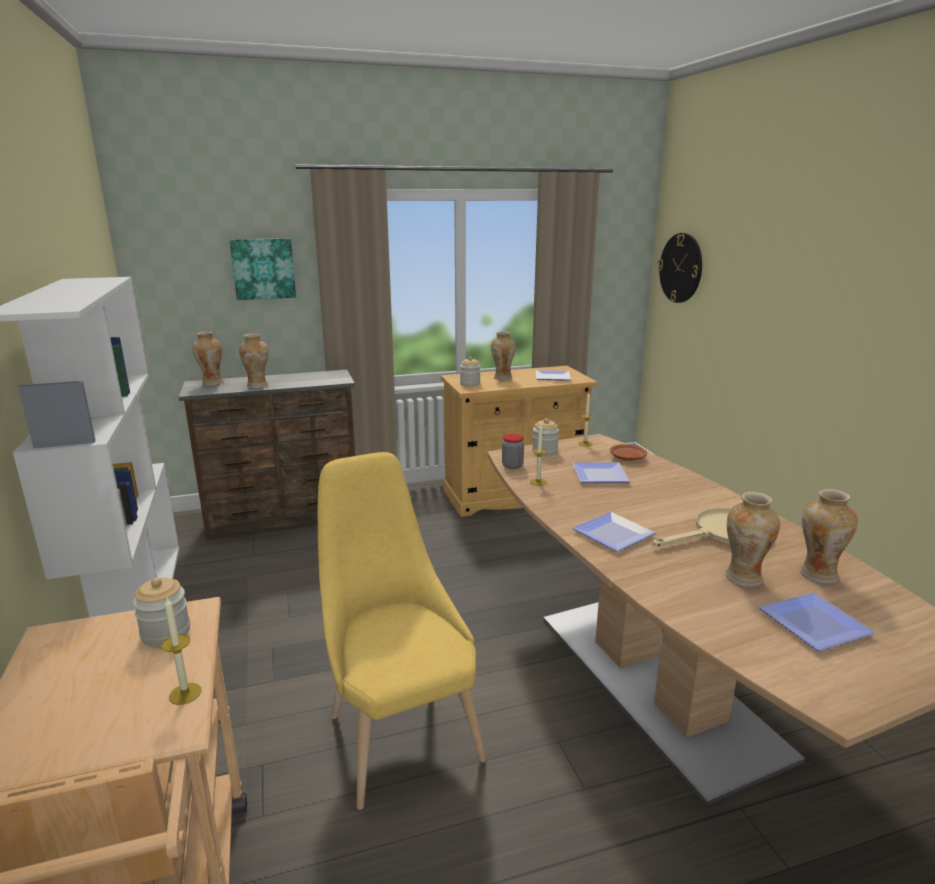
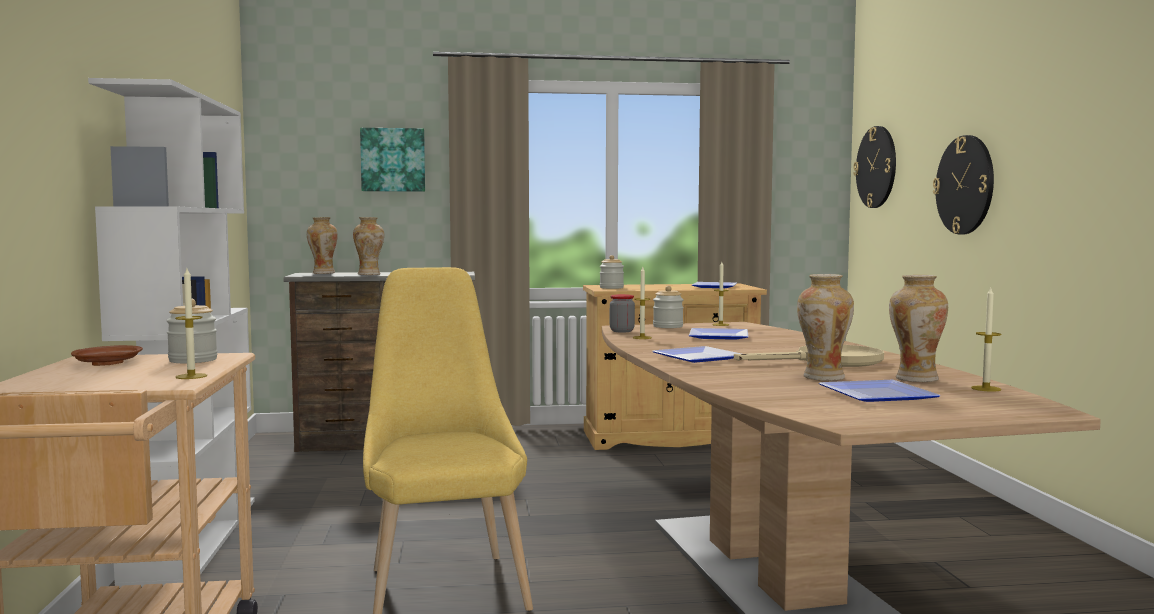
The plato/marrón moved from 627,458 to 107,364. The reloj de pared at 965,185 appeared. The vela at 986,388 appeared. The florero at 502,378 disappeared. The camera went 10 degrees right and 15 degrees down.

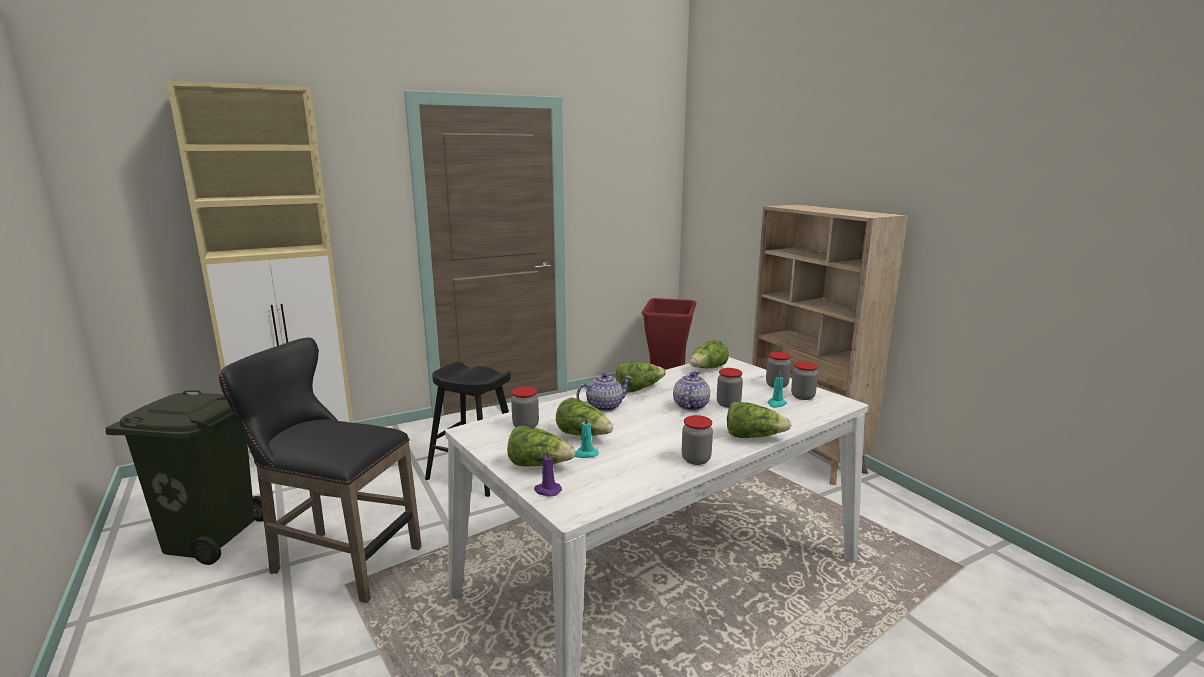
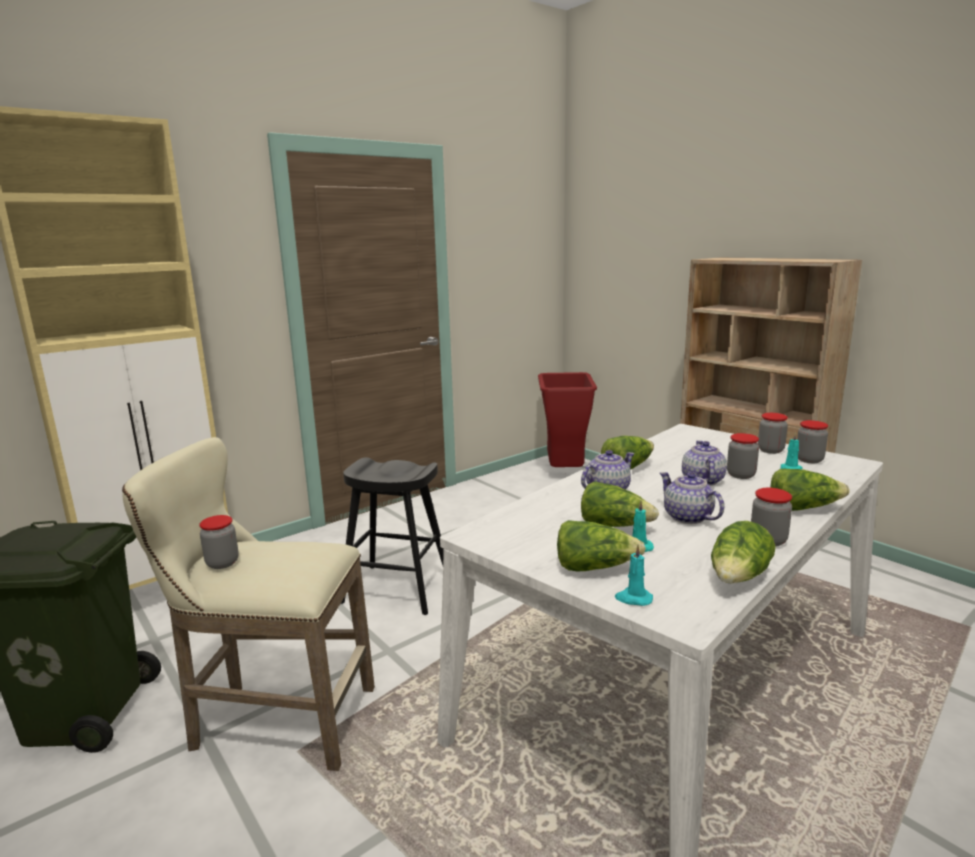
The taburete/negro at 338,560 became the taburete/beis at 274,720. The tarro moved from 525,426 to 222,563. The vela/morado at 547,490 became the vela/turquesa at 633,598. The tetera at 688,517 appeared. The lechuga moved from 708,369 to 739,578. The camera went 10 degrees left and 0 degrees up.

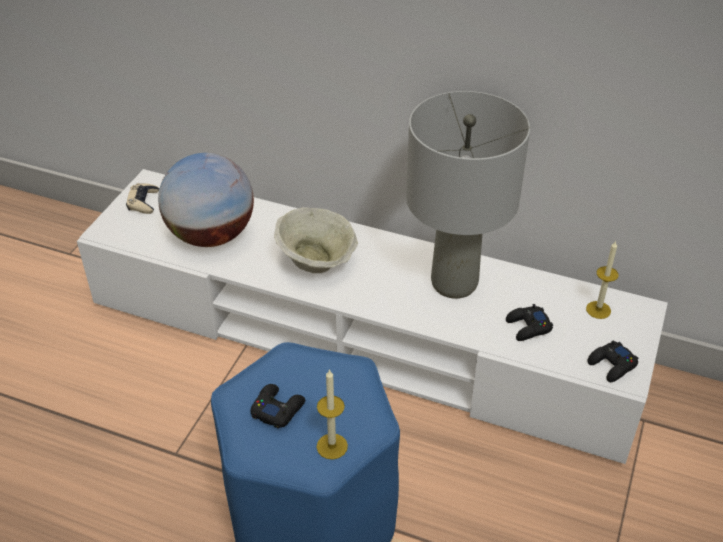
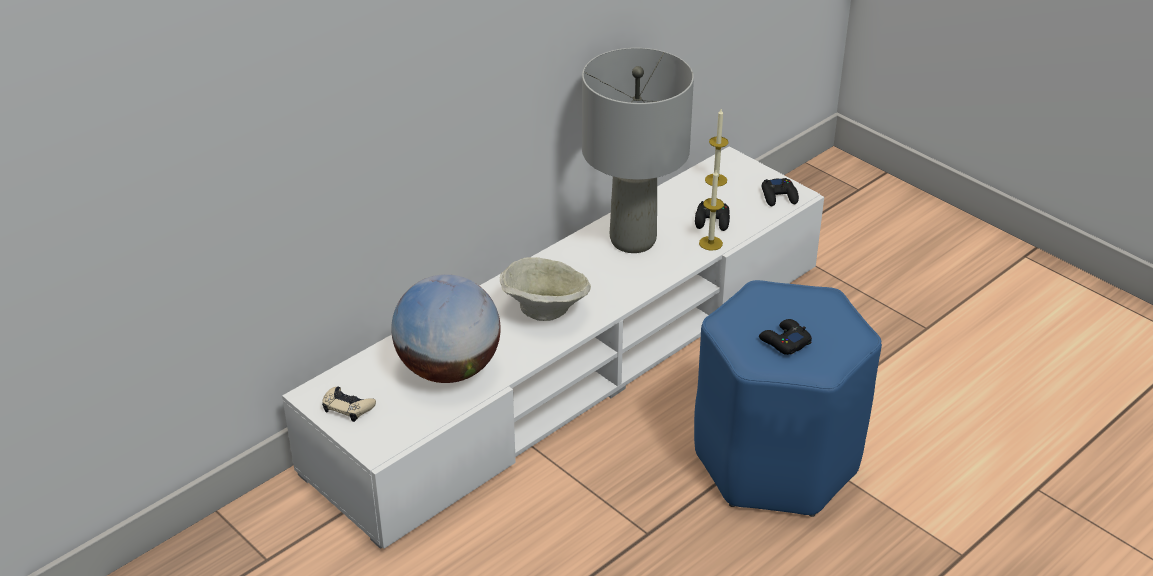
The vela moved from 332,446 to 710,243. The camera went 65 degrees left and 5 degrees down.

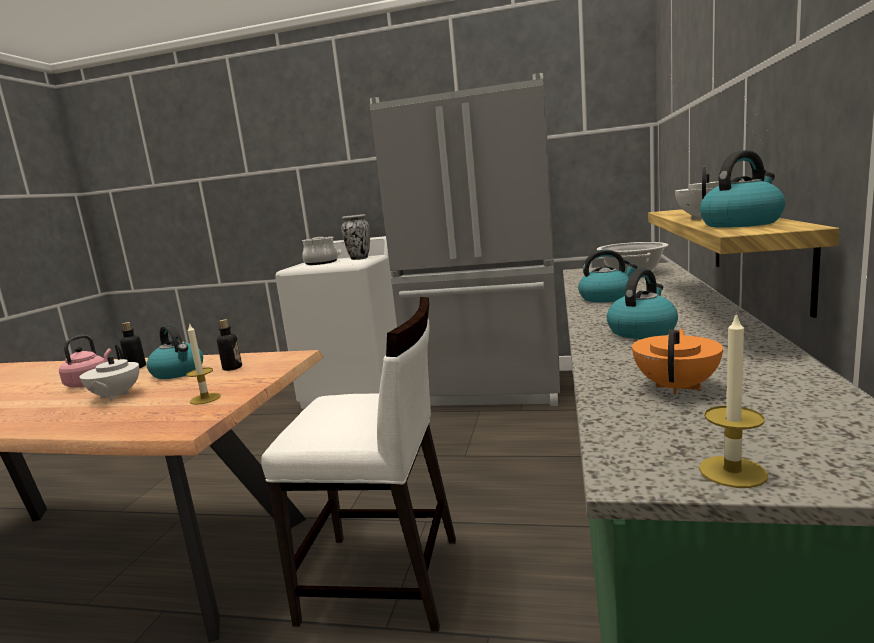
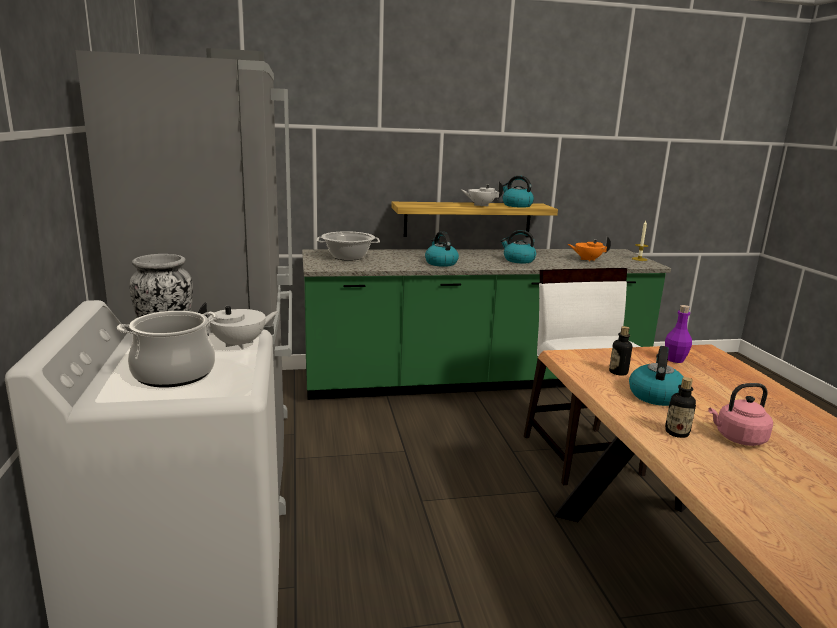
The tetera/blanco moved from 115,396 to 239,344. The vela at 205,398 was replaced by the botella/morado at 675,360. The camera went 115 degrees left and 5 degrees up.

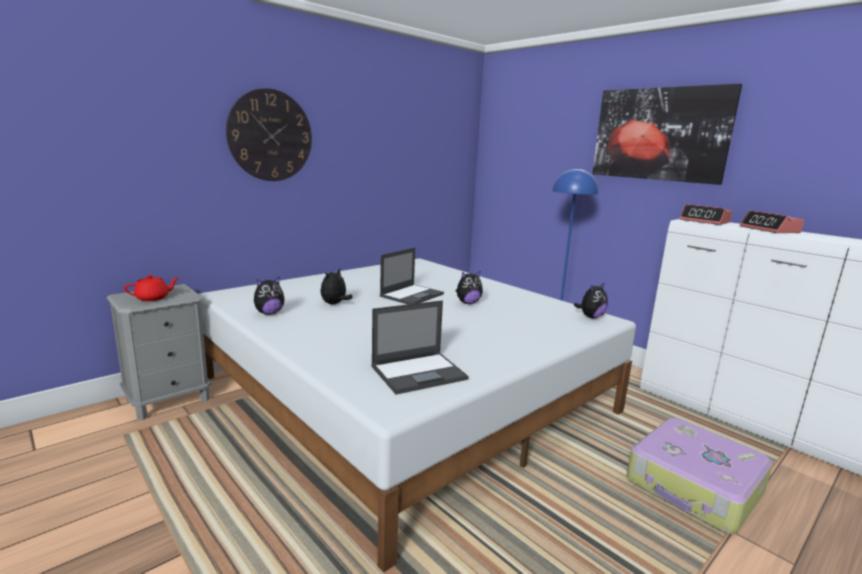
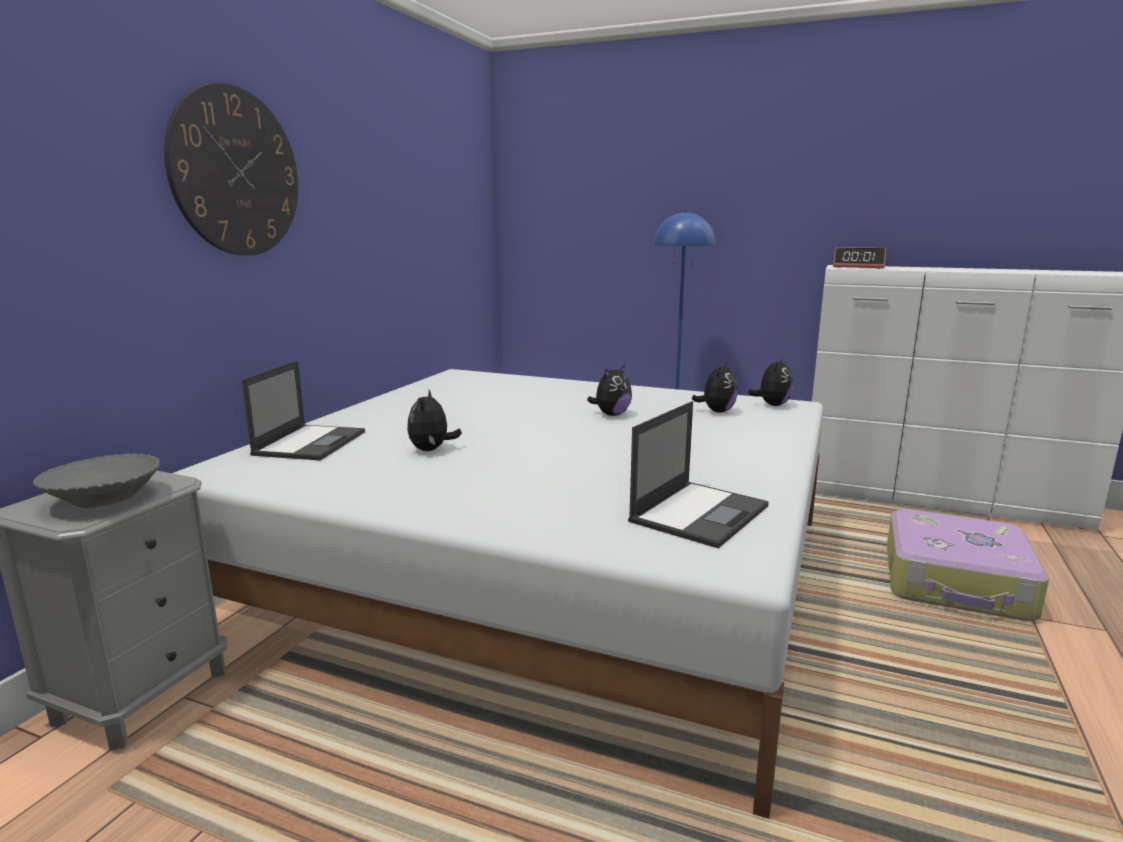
The tetera/rojo at 153,298 was replaced by the cuenco/gris at 104,500. The portátil moved from 412,295 to 310,443. The peluche moved from 269,313 to 716,411. The cuadro at 659,134 disappeared. The despertador at 770,230 disappeared. The camera went 25 degrees left and 0 degrees up.

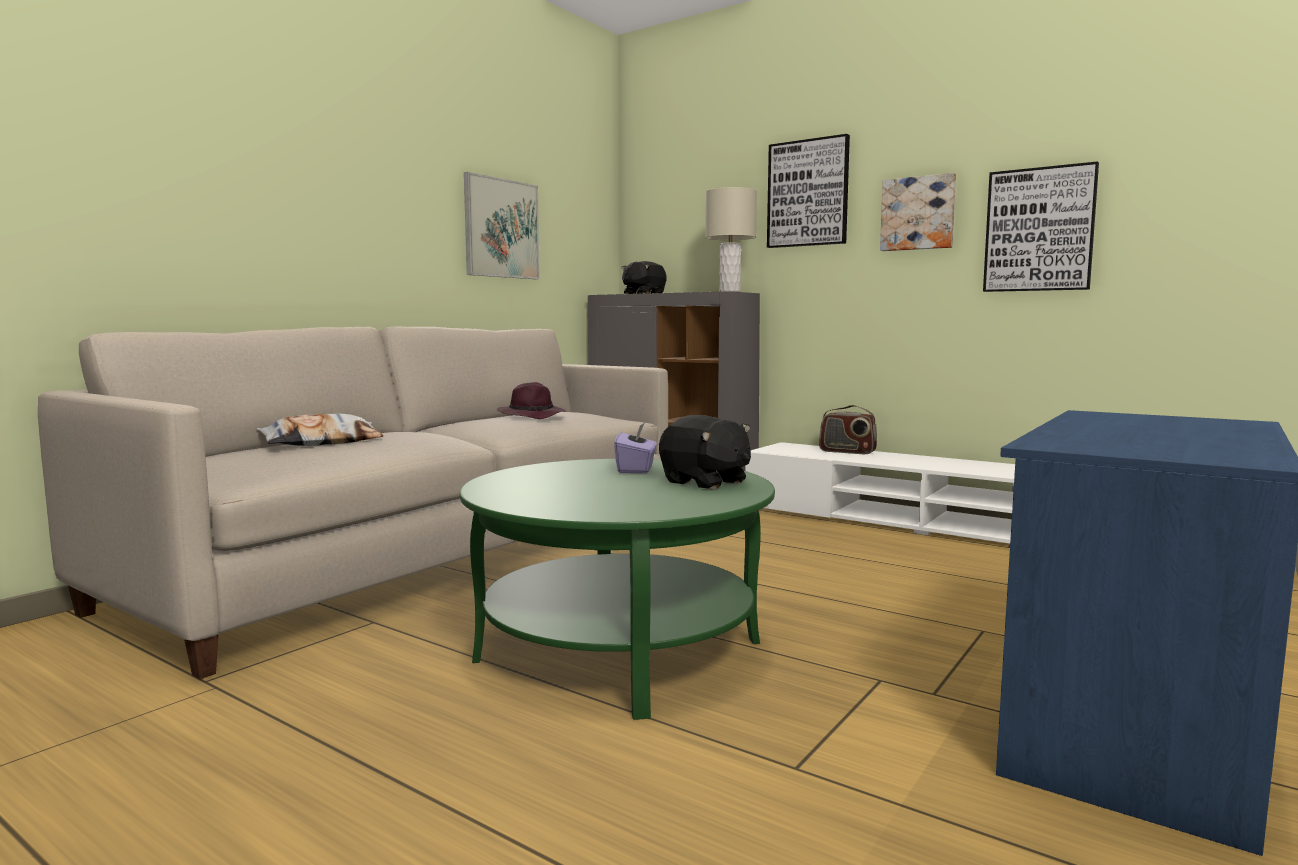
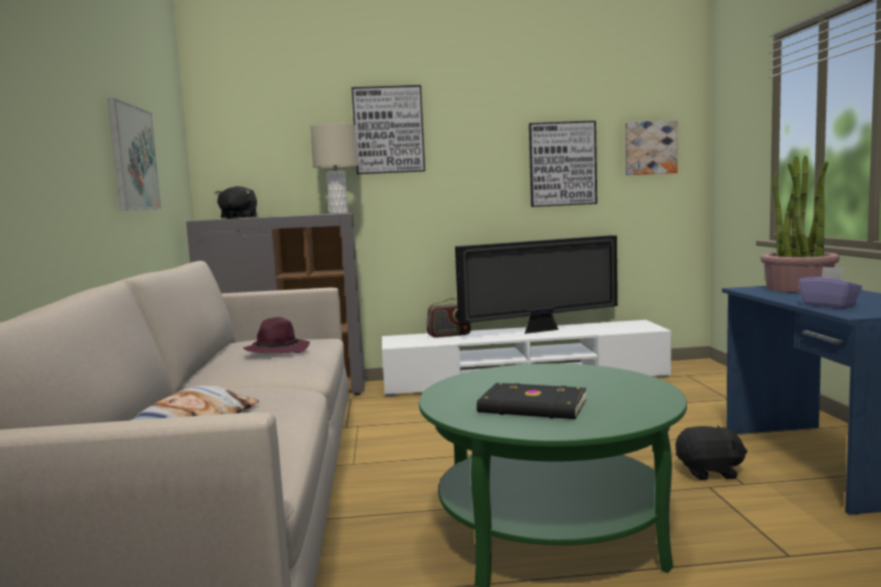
The televisor at 541,330 appeared. The libro/negro at 533,407 appeared. The cuadro moved from 918,213 to 650,148. The peluche/negro moved from 705,482 to 709,472. The planta en maceta at 798,288 appeared. The caja de pañuelos/morado moved from 636,469 to 829,305. The camera went 40 degrees left and 0 degrees up.

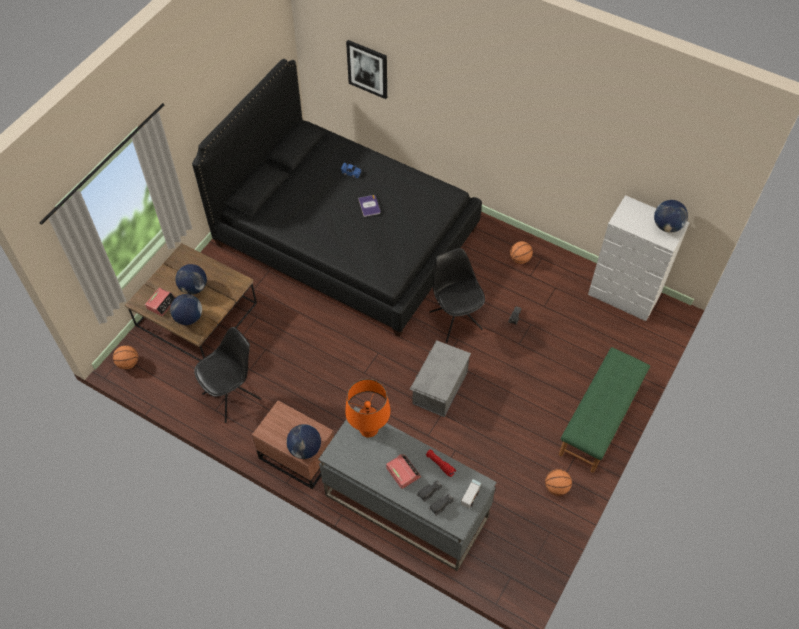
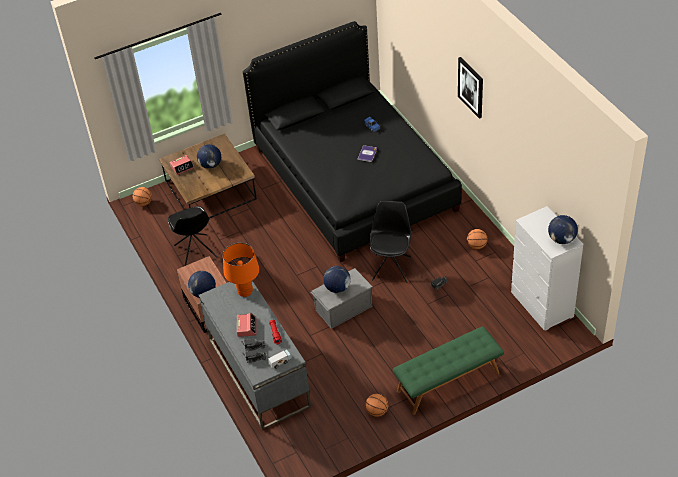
The silla/negro at 232,396 turned 75 degrees clockwise. The globo terráqueo moved from 189,318 to 337,288. The cuadro moved from 368,69 to 471,87. The camera went 35 degrees right and 10 degrees down.

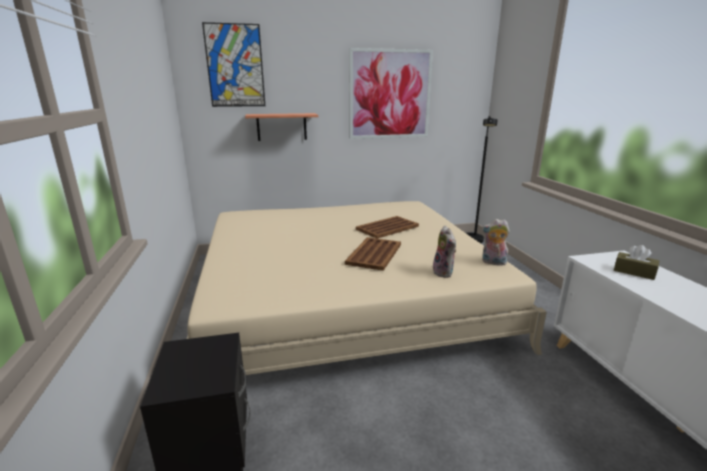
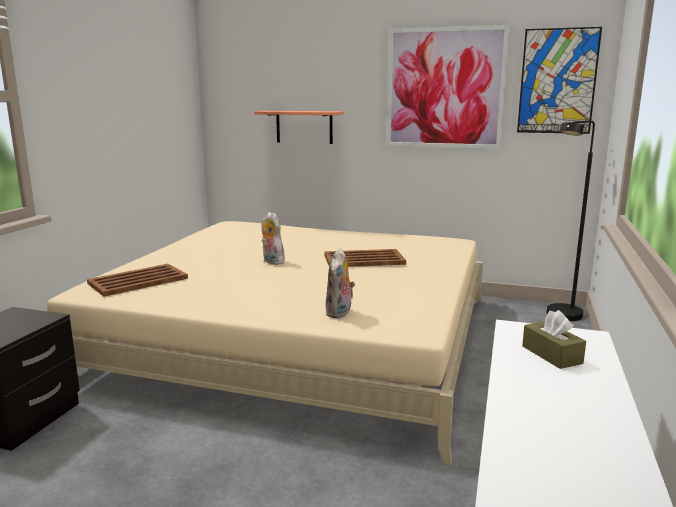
The bandeja/marrón moved from 374,254 to 137,281. The peluche moved from 493,262 to 271,261. The cuadro moved from 235,66 to 557,81. The camera went 30 degrees right and 5 degrees down.

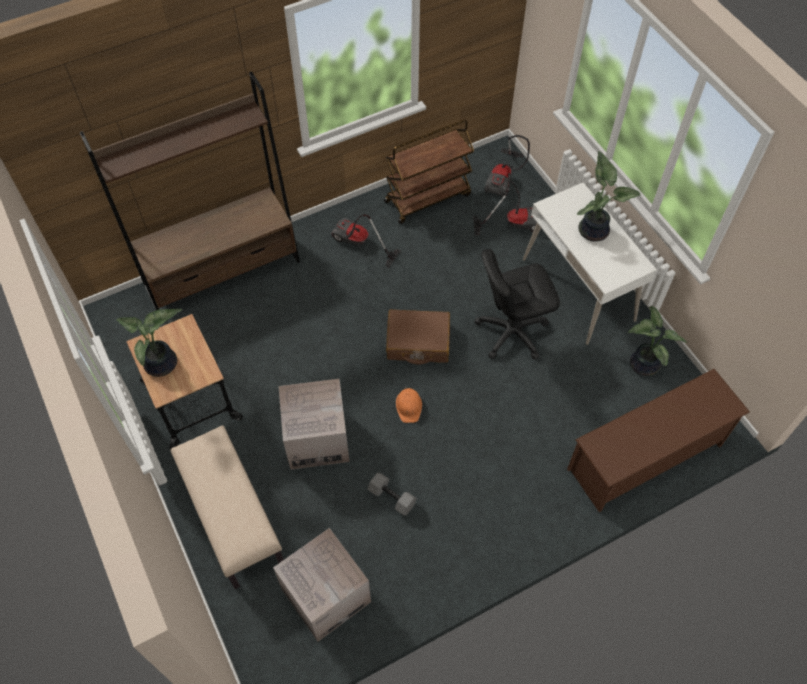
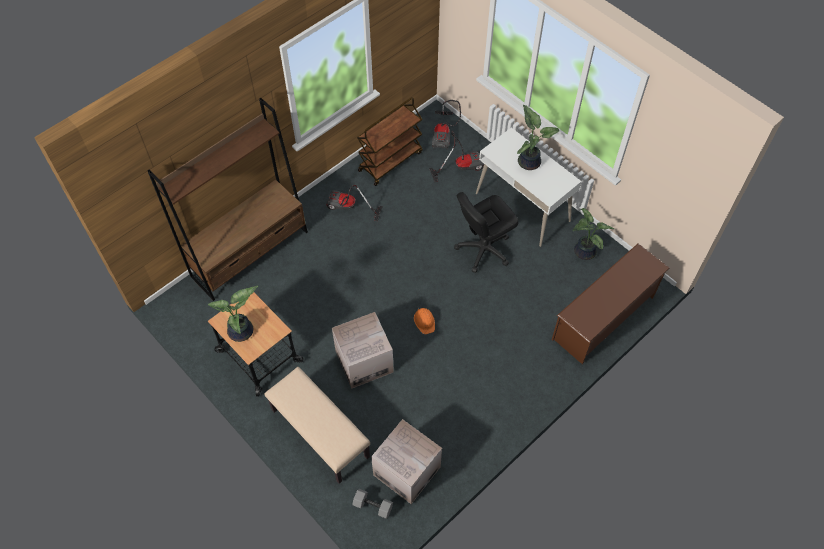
The mancuerna/gris moved from 391,498 to 372,506. The maleta/marrón at 418,342 disappeared. The camera went 15 degrees left and 0 degrees up.

